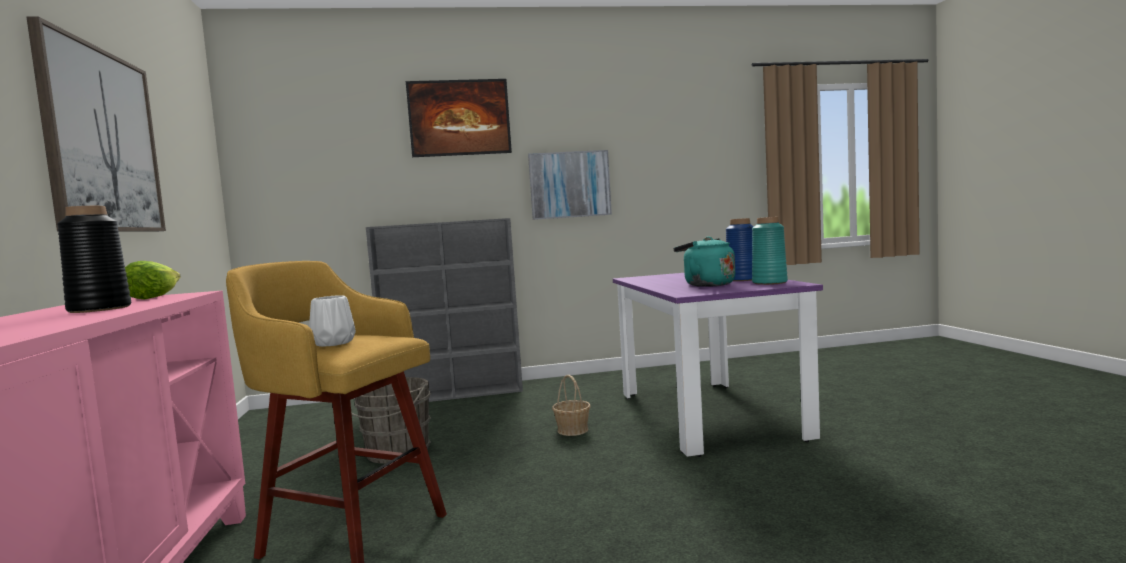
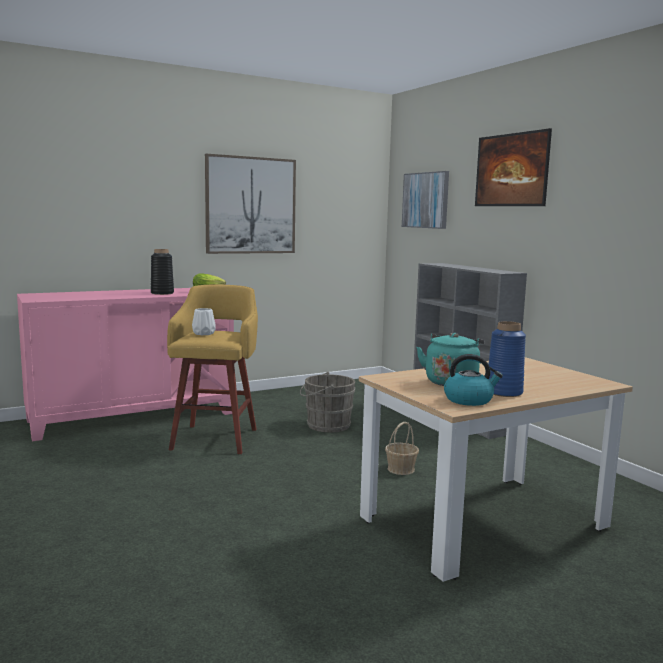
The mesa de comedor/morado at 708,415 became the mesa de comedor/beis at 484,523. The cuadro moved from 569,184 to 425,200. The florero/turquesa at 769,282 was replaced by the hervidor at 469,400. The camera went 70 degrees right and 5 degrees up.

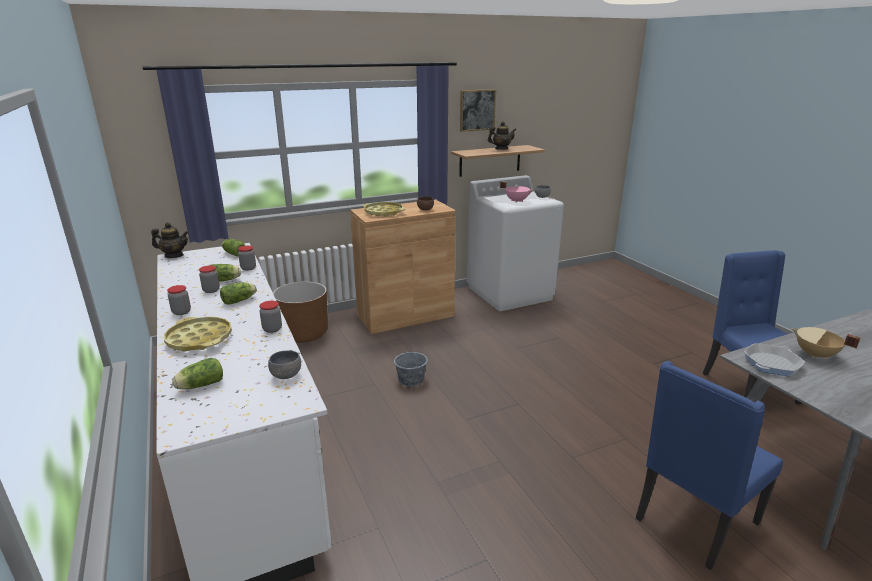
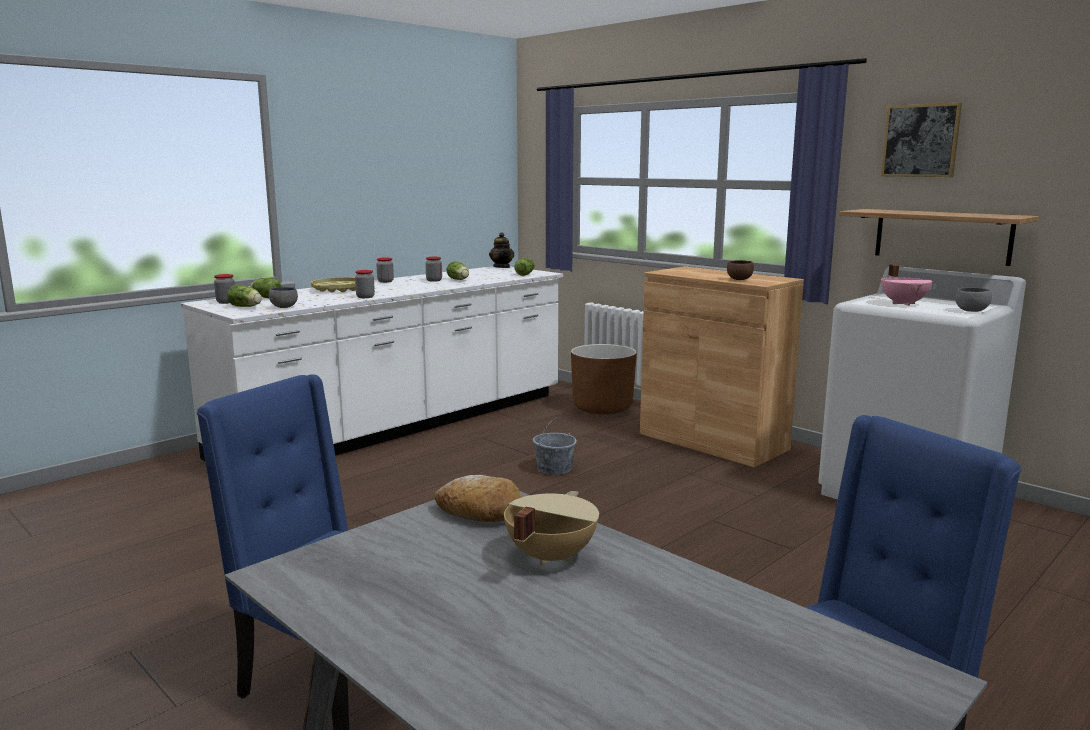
The tarro moved from 248,268 to 226,302. The lechuga moved from 240,300 to 246,307. The sartén at 771,363 was replaced by the pan at 481,514. The bandeja/amarillo at 383,212 disappeared. The tetera at 501,149 disappeared. The camera went 70 degrees right and 10 degrees down.

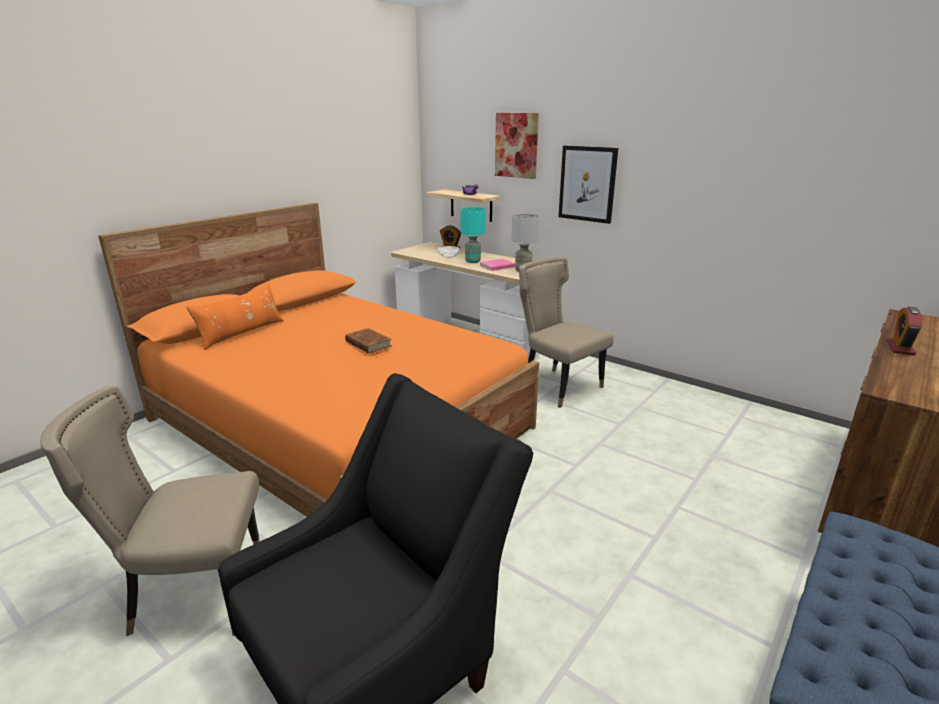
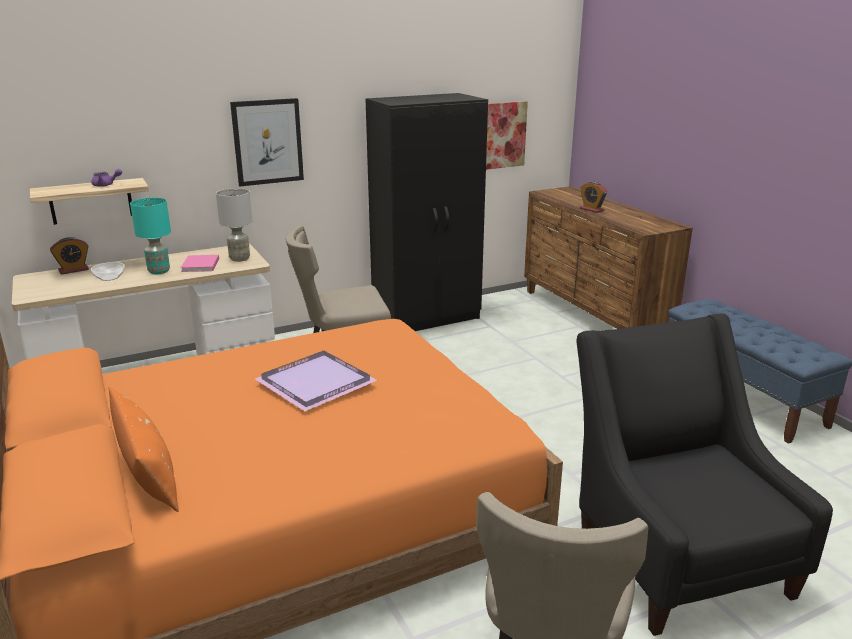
The libro/marrón at 368,344 was replaced by the bandeja/morado at 315,384. The armario ropero/negro at 427,318 appeared. The cuadro moved from 516,145 to 502,135. The camera went 65 degrees left and 0 degrees up.

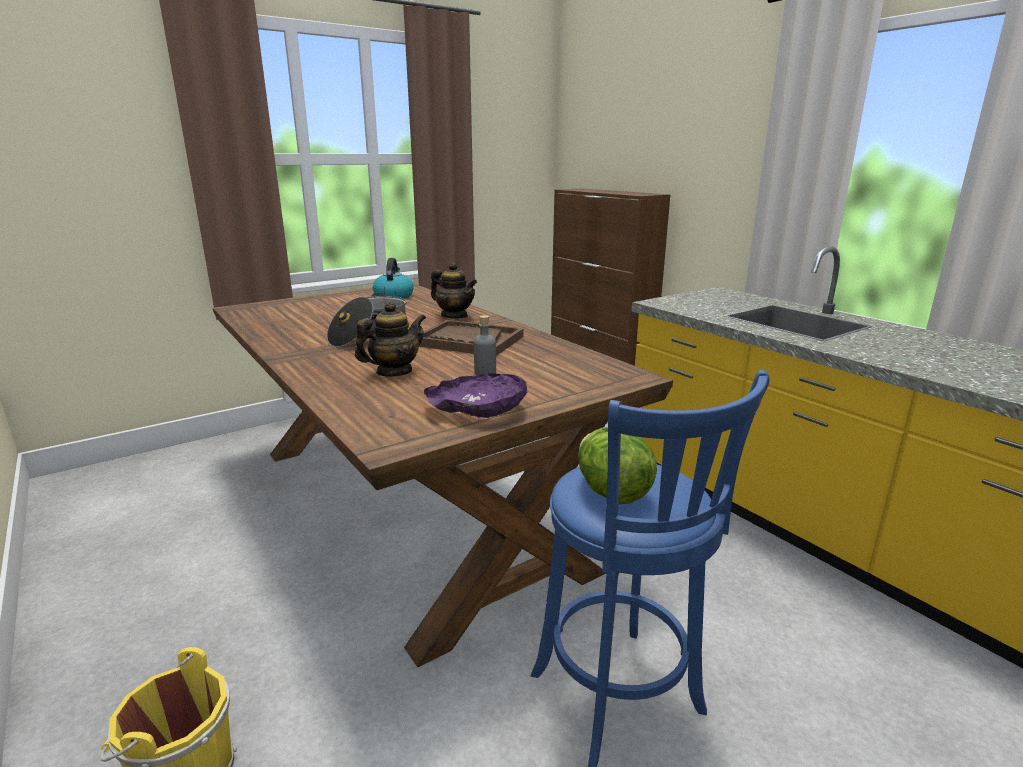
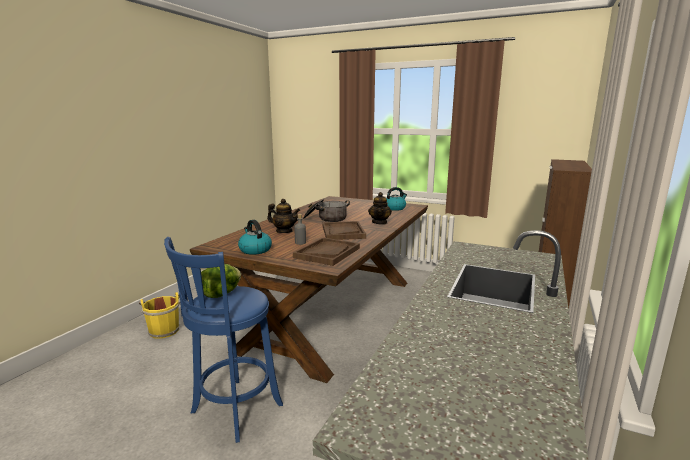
The cuenco/morado at 478,409 was replaced by the hervidor at 255,250. The bandeja/marrón at 327,253 appeared. The camera went 60 degrees right and 5 degrees down.

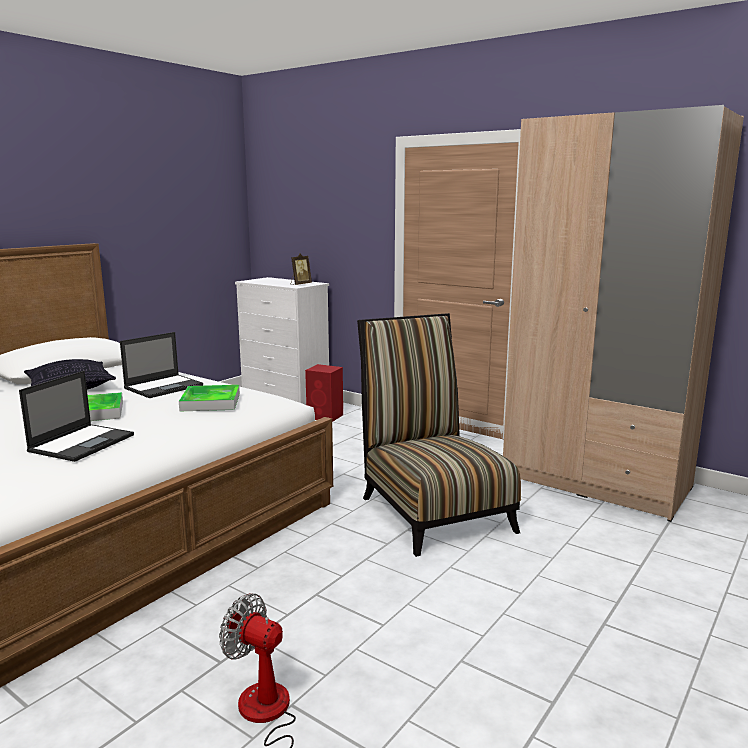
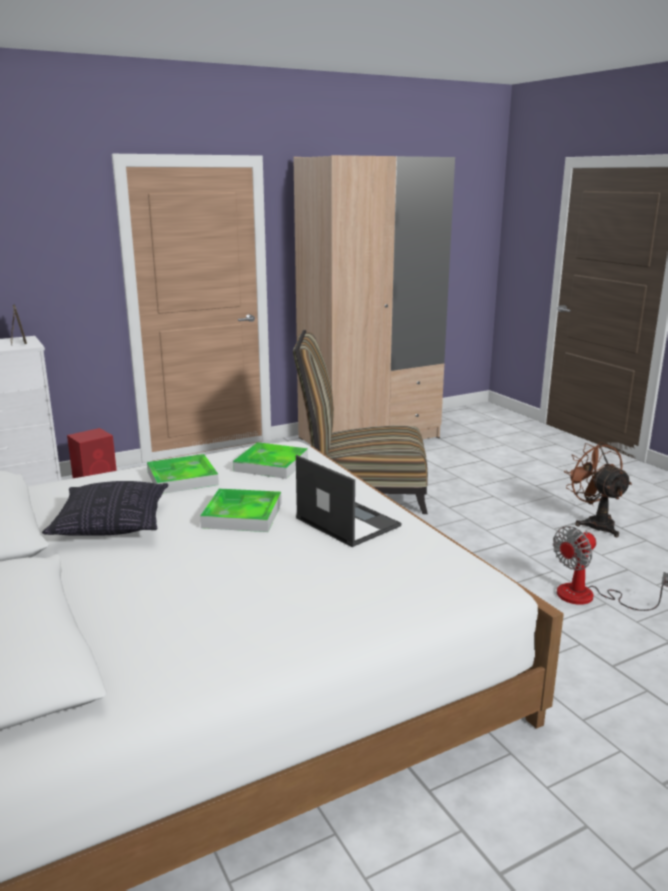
The portátil at 164,386 was replaced by the bandeja at 182,478. The ventilador/marrón at 595,523 appeared. The camera went 65 degrees left and 5 degrees up.

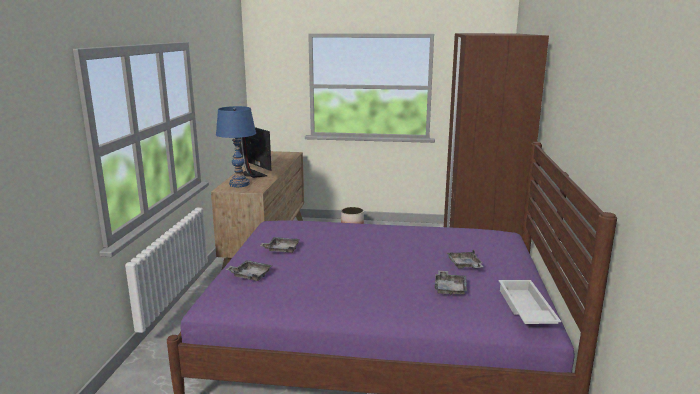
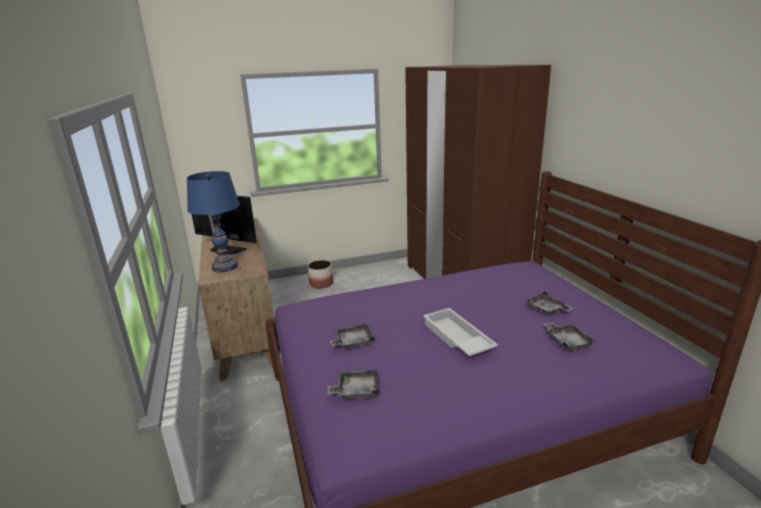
The bandeja/blanco moved from 524,309 to 456,338. The camera went 25 degrees left and 5 degrees up.

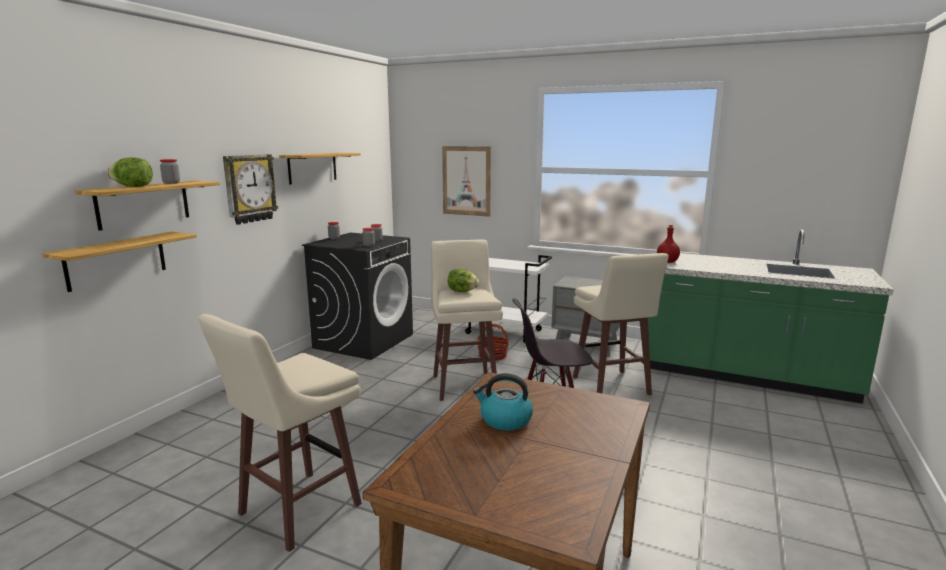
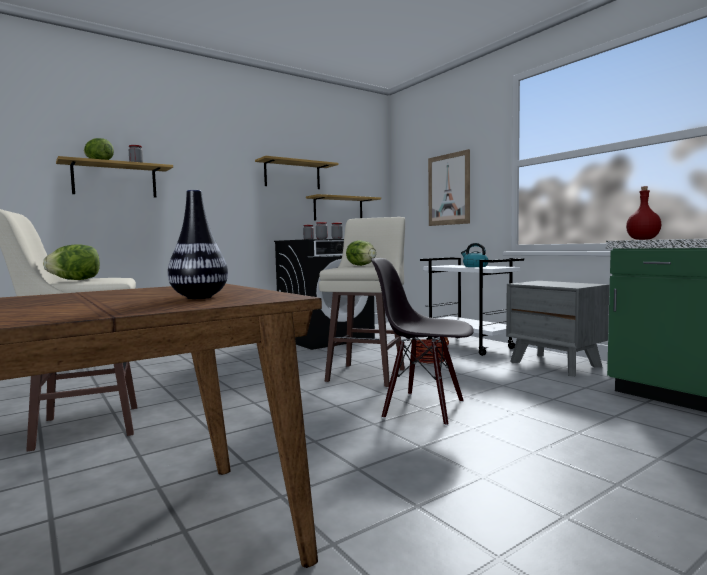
The lechuga at 75,280 appeared. The florero at 199,297 appeared. The estante moved from 116,260 to 338,209. The hervidor moved from 505,420 to 475,266. The reloj de pared at 249,188 disappeared. The taburete/beis at 611,387 disappeared. The camera went 30 degrees right and 10 degrees down.

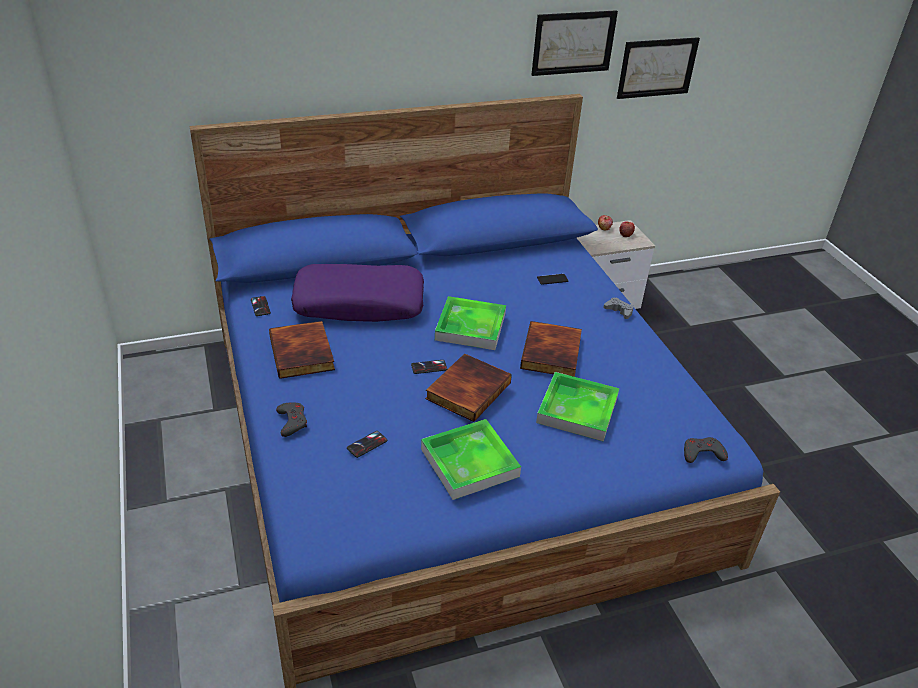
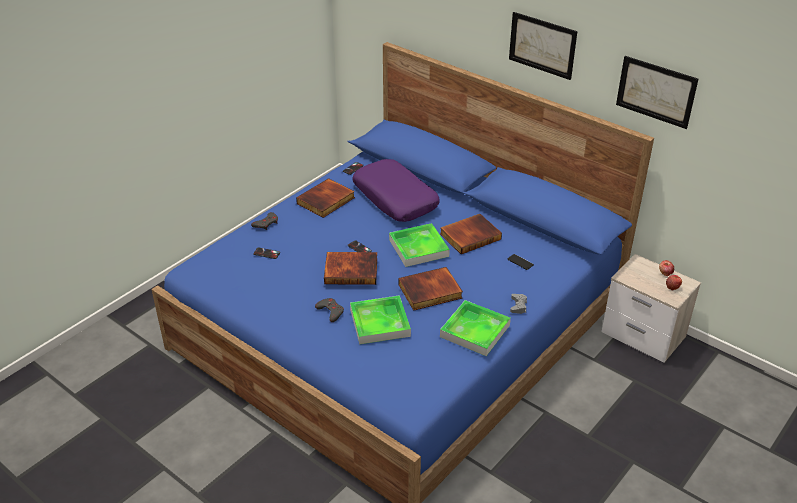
The mando de consola/gris moved from 702,453 to 330,311. The libro at 470,236 appeared. The bandeja moved from 469,463 to 475,331. The cuadro moved from 657,67 to 542,45. The camera went 60 degrees right and 0 degrees up.

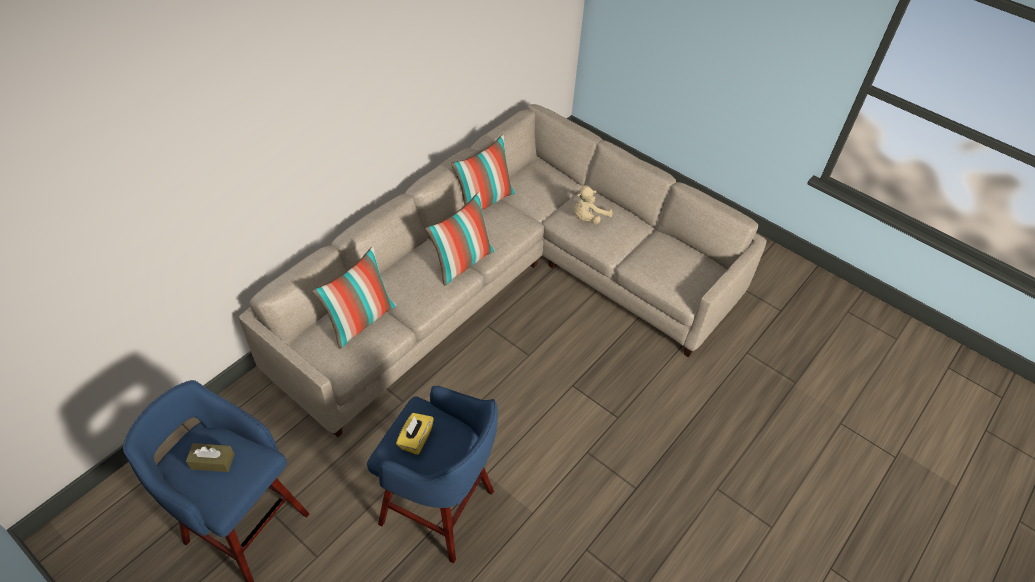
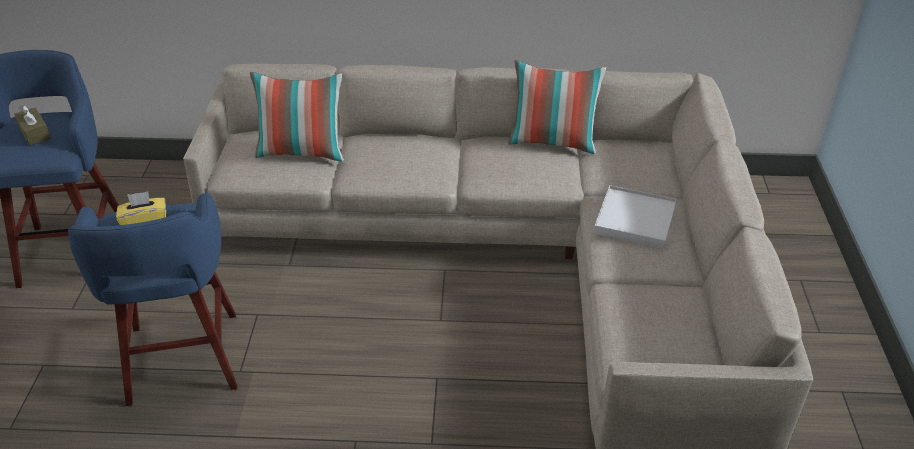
The peluche/beis at 588,218 was replaced by the bandeja/blanco at 634,220. The cojín at 462,262 disappeared. The camera went 55 degrees right and 10 degrees down.

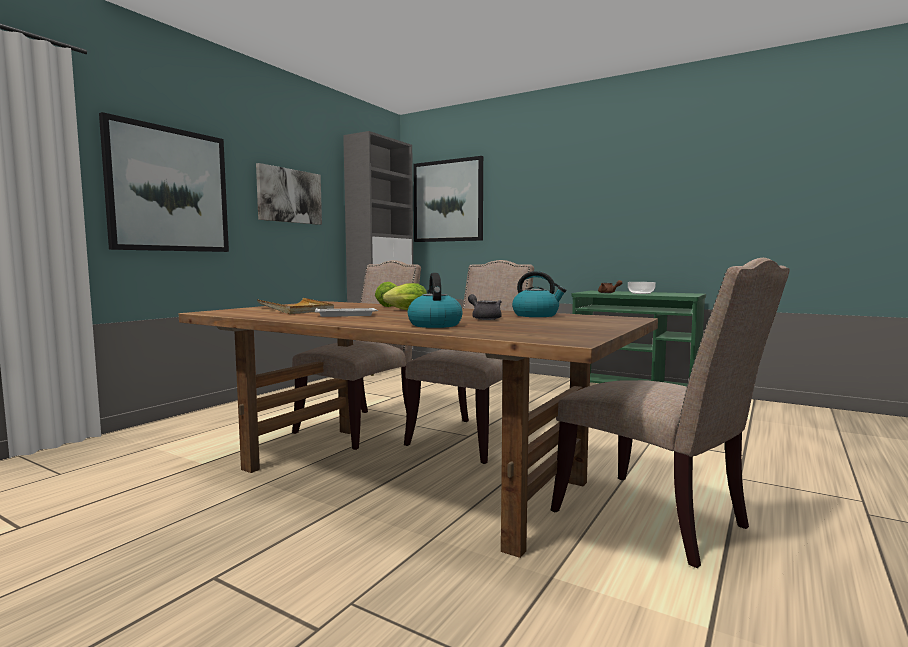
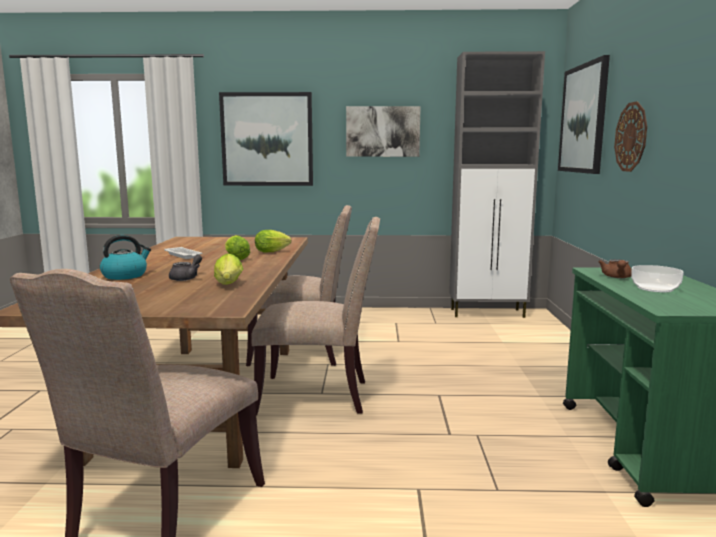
The hervidor at 536,315 was replaced by the lechuga at 228,285. The reloj de pared at 631,137 appeared. The bandeja/beis at 295,309 disappeared. The camera went 60 degrees right and 5 degrees up.

